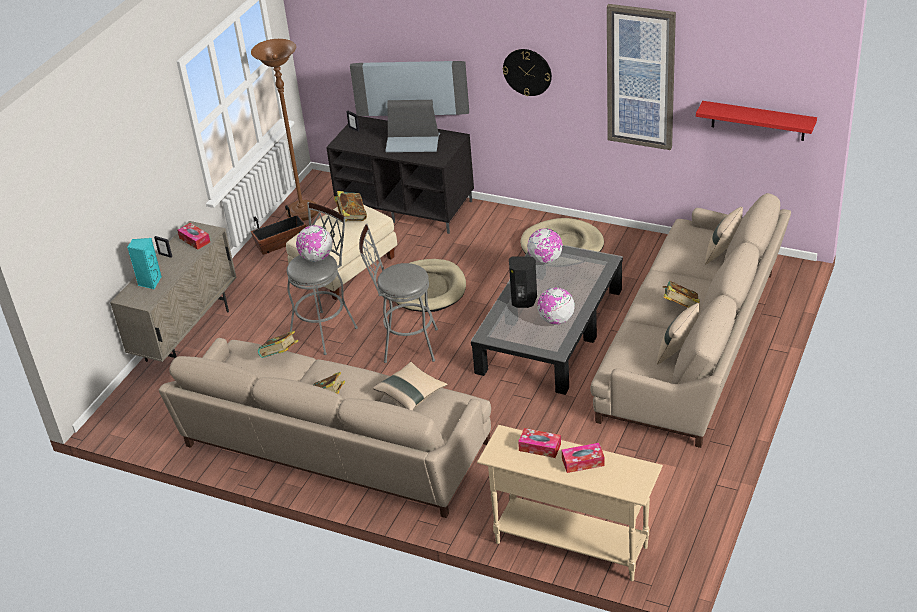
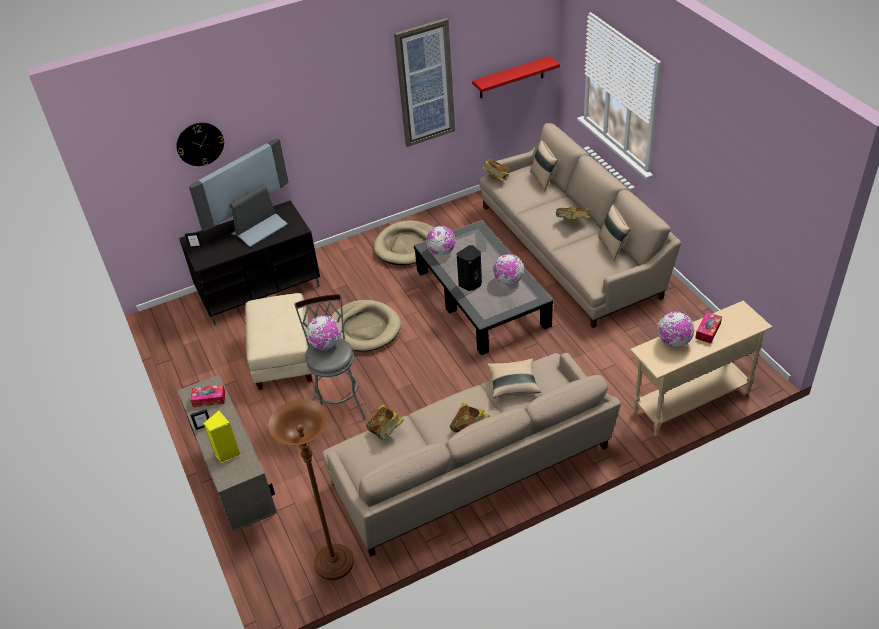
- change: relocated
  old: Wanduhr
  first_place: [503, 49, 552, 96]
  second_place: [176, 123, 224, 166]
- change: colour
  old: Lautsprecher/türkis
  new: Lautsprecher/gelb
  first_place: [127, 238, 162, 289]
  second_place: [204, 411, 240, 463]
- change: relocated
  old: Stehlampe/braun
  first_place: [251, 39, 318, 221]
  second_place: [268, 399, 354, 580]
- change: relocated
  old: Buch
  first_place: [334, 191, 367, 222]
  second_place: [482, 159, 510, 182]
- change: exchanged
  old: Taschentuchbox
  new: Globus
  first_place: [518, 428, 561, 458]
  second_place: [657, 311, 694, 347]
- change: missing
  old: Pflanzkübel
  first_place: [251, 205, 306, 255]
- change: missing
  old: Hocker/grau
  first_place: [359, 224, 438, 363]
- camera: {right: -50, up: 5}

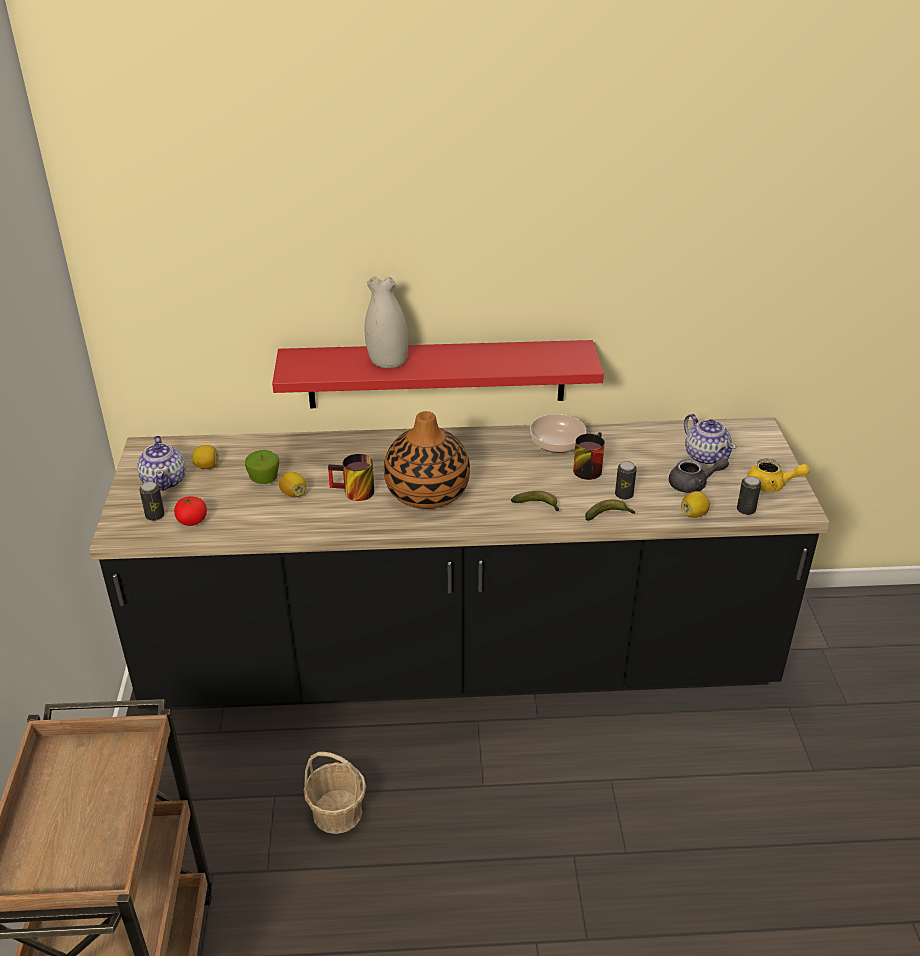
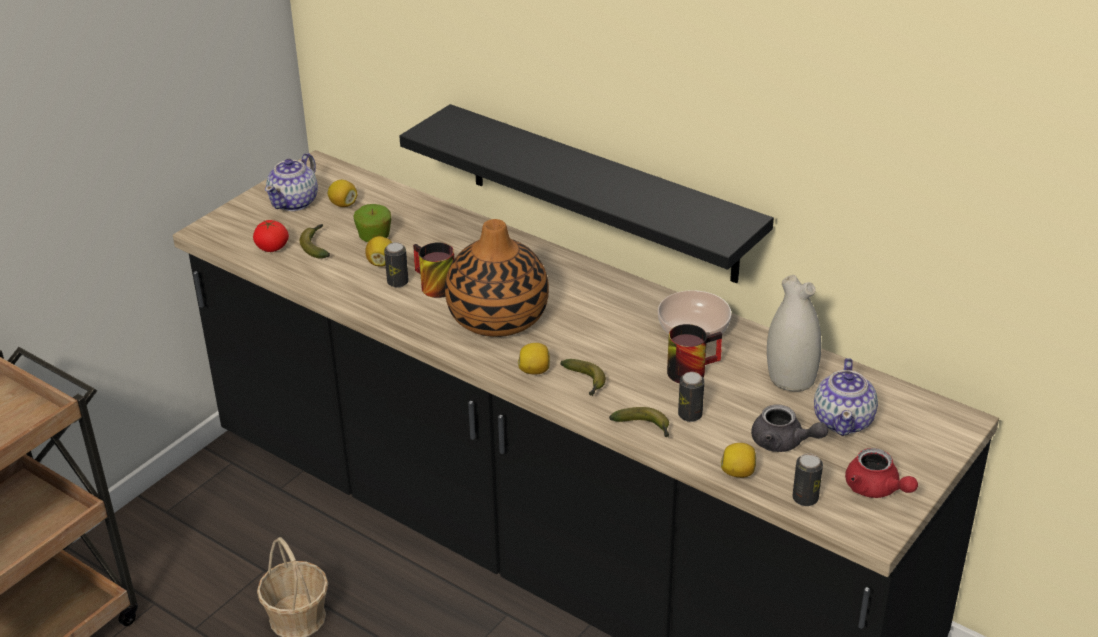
- change: appeared
  new: Banane
  second_place: [300, 224, 330, 259]
- change: relocated
  old: Dose
  first_place: [139, 481, 165, 521]
  second_place: [384, 242, 409, 288]
- change: colour
  old: Wandregal/rot
  new: Wandregal/schwarz
  first_place: [272, 340, 604, 408]
  second_place: [399, 104, 774, 283]
- change: appeared
  new: Zitrone
  second_place: [518, 343, 550, 375]
- change: relocated
  old: Vase/weiß
  first_place: [365, 276, 408, 368]
  second_place: [767, 275, 821, 391]
- change: colour
  old: Teekanne/gelb
  new: Teekanne/rot
  first_place: [747, 458, 810, 492]
  second_place: [845, 448, 918, 498]
- camera: {right: 40, up: 0}

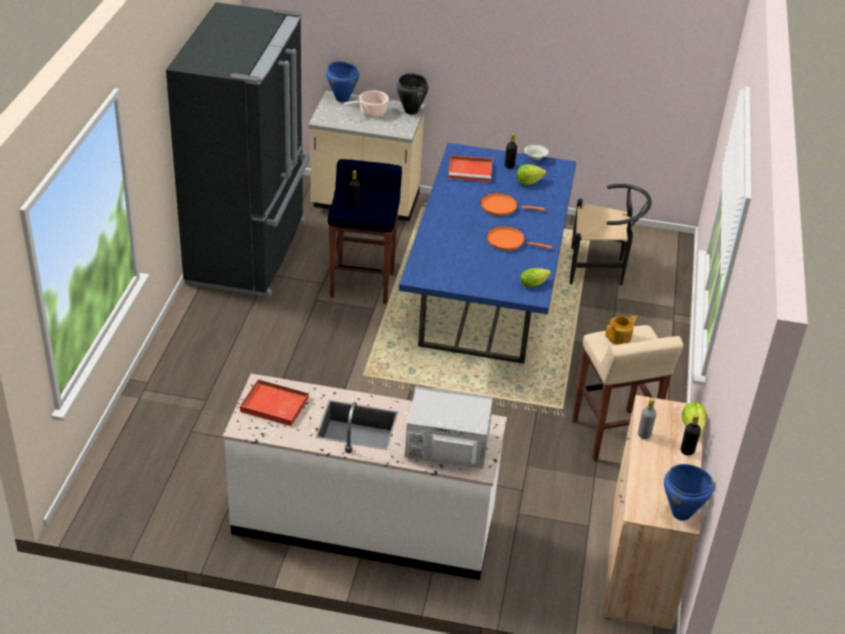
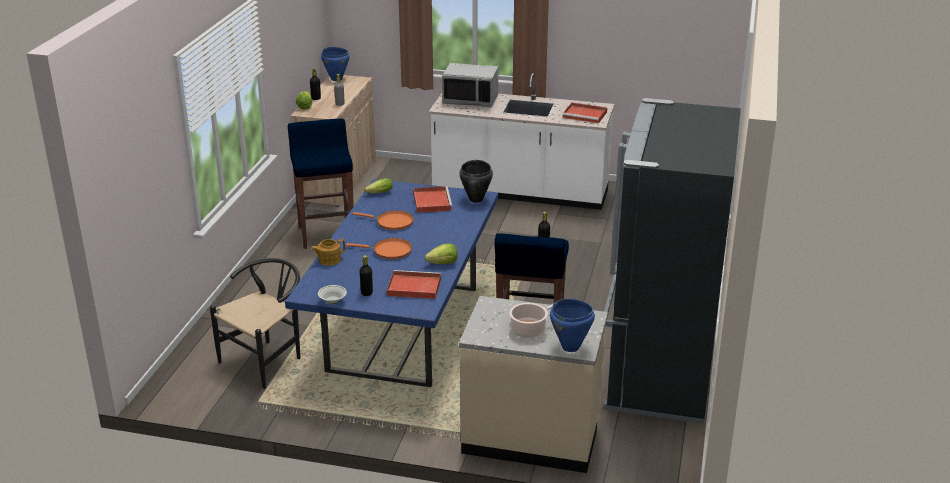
- change: spun
  old: Stuhl/schwarz
  first_place: [570, 184, 652, 286]
  second_place: [210, 258, 301, 389]
  degrees: 120
- change: colour
  old: Hocker/beige
  new: Hocker/blau
  first_place: [572, 325, 684, 461]
  second_place: [288, 119, 354, 249]
- change: relocated
  old: Teekanne
  first_place: [605, 315, 638, 345]
  second_place: [311, 239, 345, 266]
- change: appeared
  new: Tablett/rot
  second_place: [413, 186, 453, 213]
- change: relocated
  old: Salatkopf
  first_place: [517, 165, 546, 185]
  second_place: [425, 243, 458, 264]
- change: relocated
  old: Kochtopf/schwarz
  first_place: [396, 73, 429, 115]
  second_place: [459, 160, 493, 203]
- camera: {right: -175, up: -10}

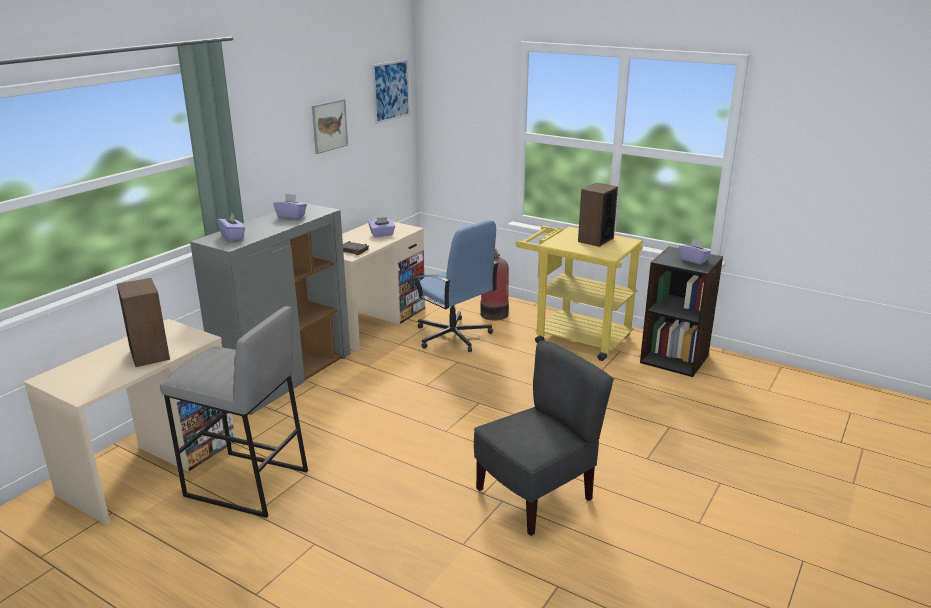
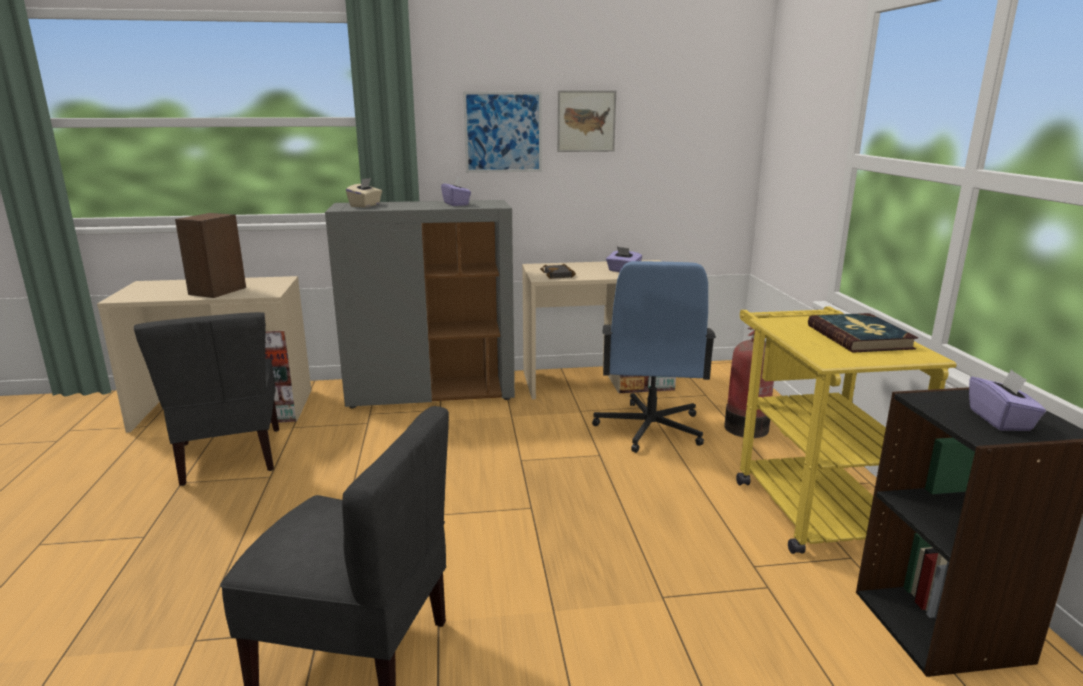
- change: exchanged
  old: Hocker/grau
  new: Stuhl/grau
  first_place: [160, 306, 308, 518]
  second_place: [134, 312, 279, 486]
- change: colour
  old: Taschentuchbox/lila
  new: Taschentuchbox/beige
  first_place: [217, 212, 245, 241]
  second_place: [346, 178, 382, 208]
- change: relocated
  old: Bild
  first_place: [372, 59, 410, 124]
  second_place: [463, 92, 542, 173]
- change: exchanged
  old: Lautsprecher
  new: Buch
  first_place: [578, 183, 618, 247]
  second_place: [808, 313, 918, 353]
- camera: {right: 50, up: -5}

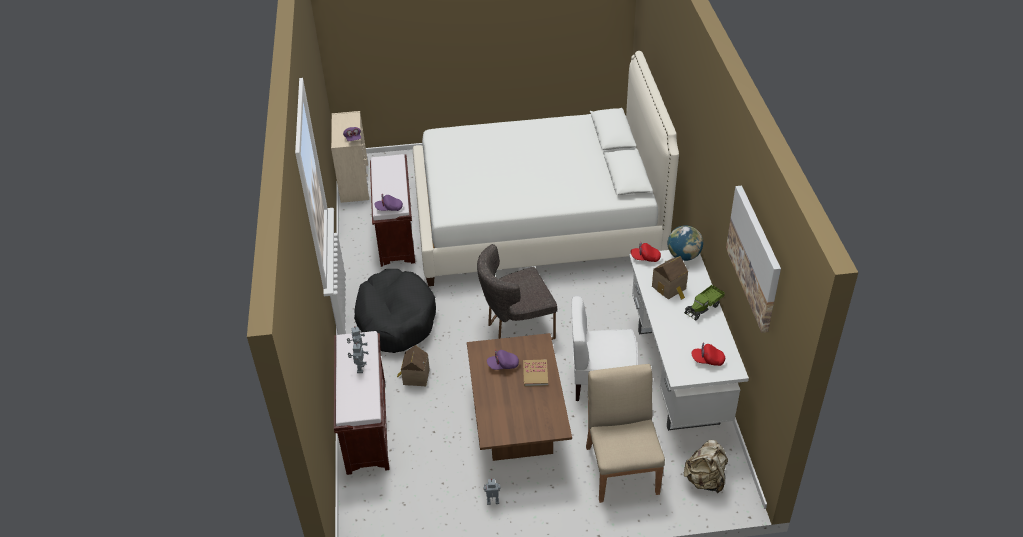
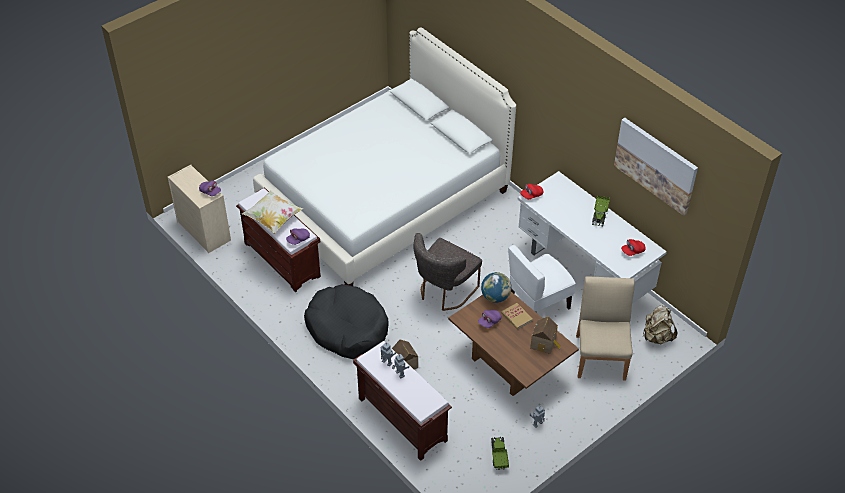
- change: appeared
  new: Kissen
  second_place: [242, 190, 303, 234]
- change: relocated
  old: Globus
  first_place: [668, 225, 703, 261]
  second_place: [481, 272, 512, 303]
- change: appeared
  new: Spielzeuglaster
  second_place: [491, 437, 509, 470]
- change: relocated
  old: Spielzeughaus
  first_place: [652, 256, 688, 300]
  second_place: [530, 316, 561, 354]
- change: spun
  old: Stuhl/beige
  first_place: [586, 364, 665, 503]
  second_place: [576, 277, 635, 381]
  degrees: 45
- camera: {right: -35, up: 5}

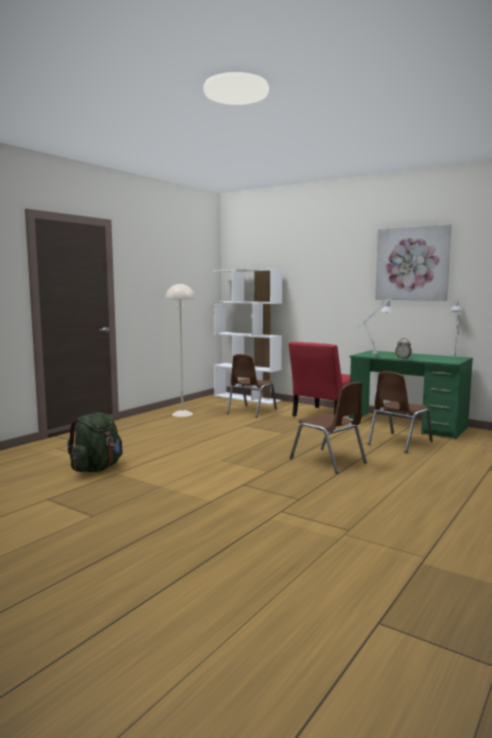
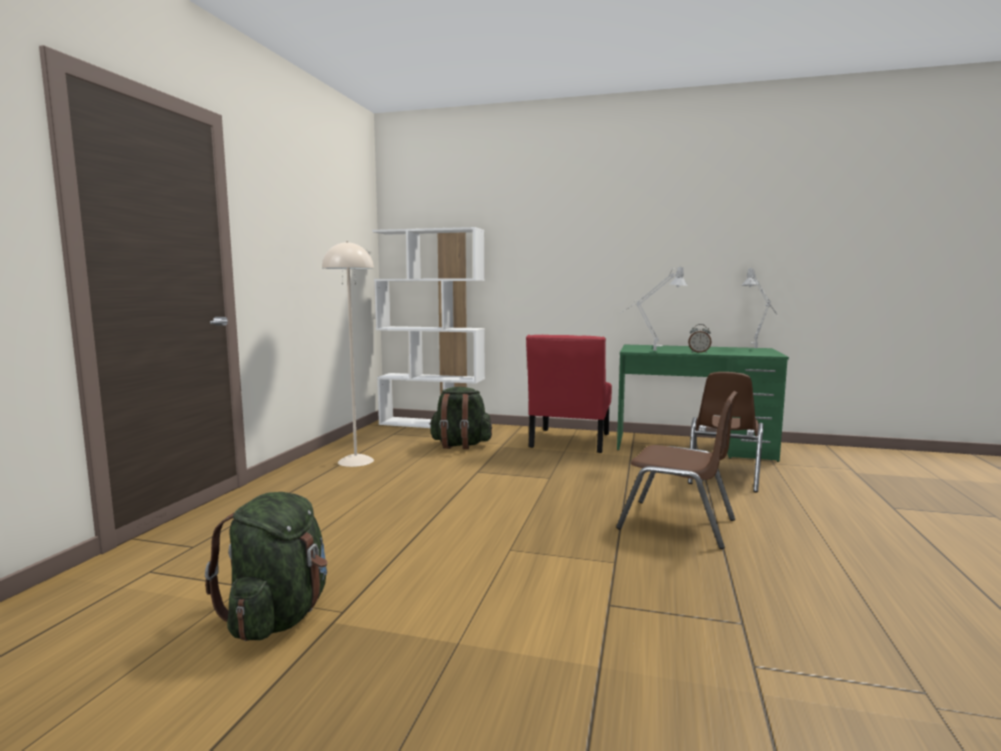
- change: exchanged
  old: Stuhl/braun
  new: Rucksack/grün
  first_place: [227, 354, 277, 418]
  second_place: [429, 387, 492, 449]
- change: missing
  old: Bild
  first_place: [375, 224, 452, 301]
- camera: {right: -20, up: 0}

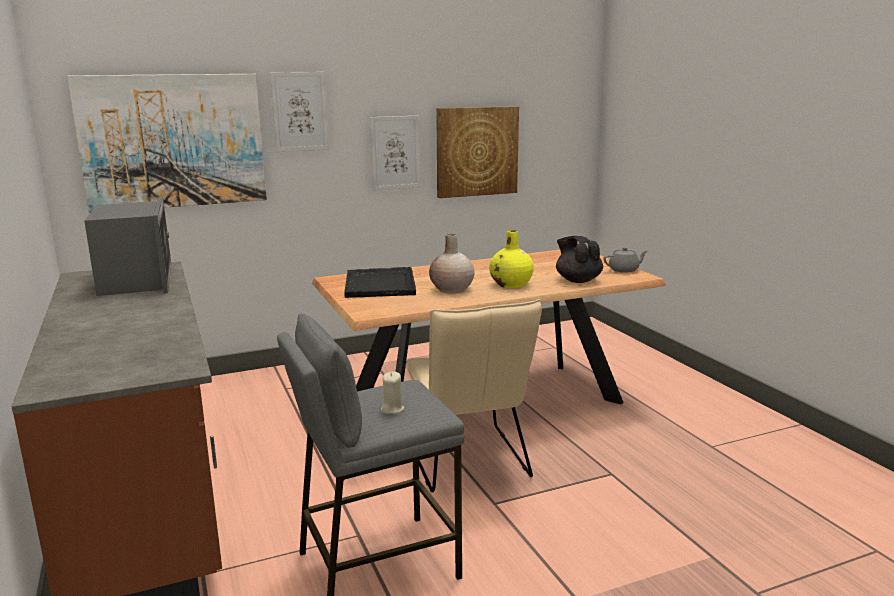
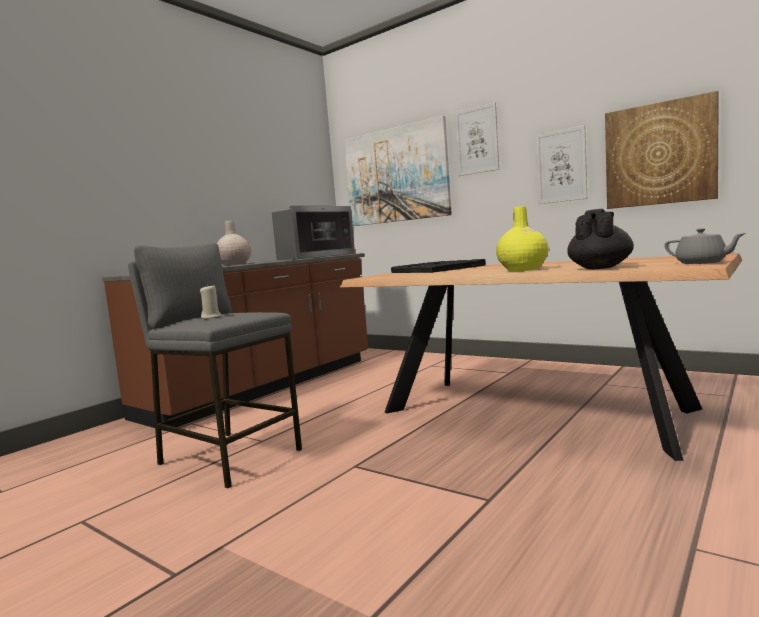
- change: relocated
  old: Vase/beige
  first_place: [429, 234, 474, 293]
  second_place: [217, 220, 251, 265]
- change: missing
  old: Stuhl/beige
  first_place: [407, 299, 543, 492]
- camera: {right: 60, up: -10}

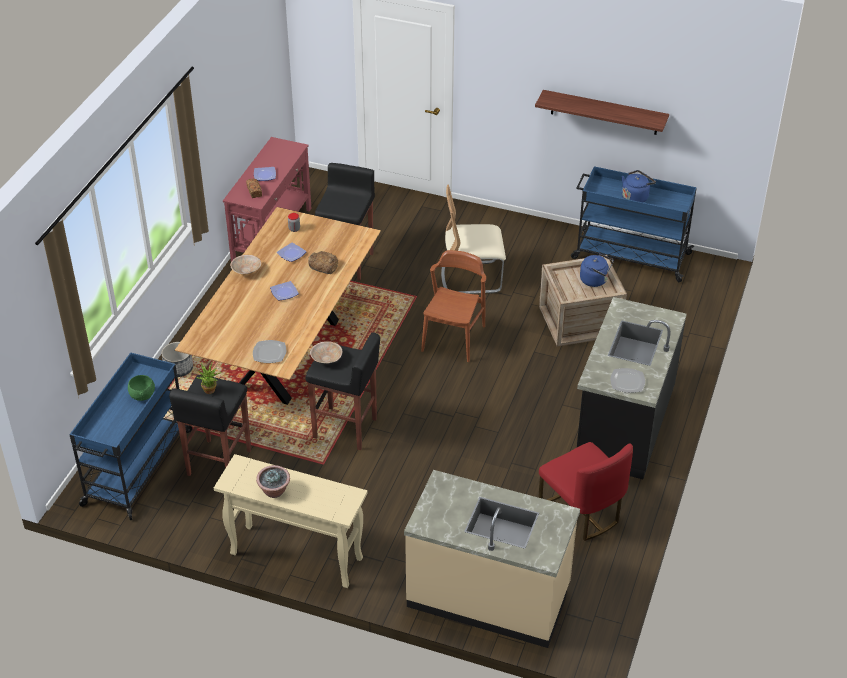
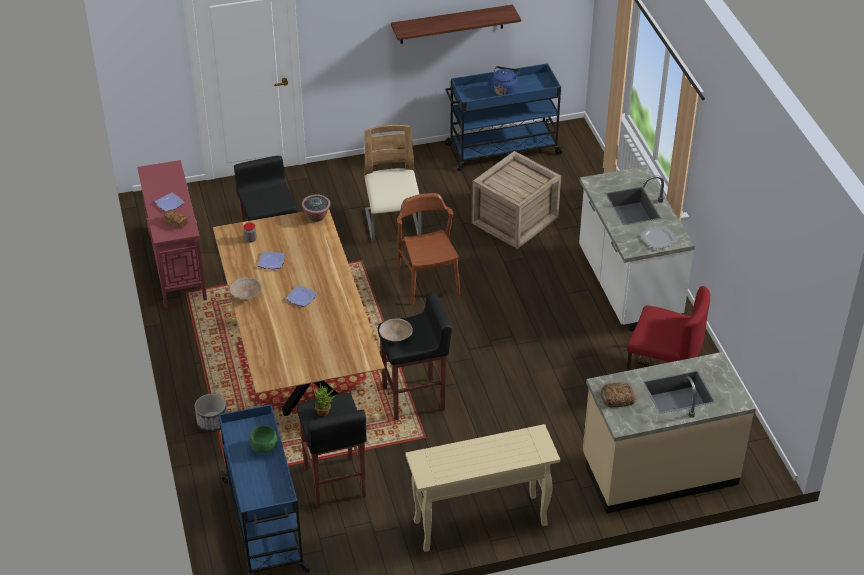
- change: relocated
  old: Topfpflanze
  first_place: [256, 465, 290, 498]
  second_place: [302, 194, 331, 222]
- change: spun
  old: Stuhl/beige
  first_place: [441, 185, 506, 294]
  second_place: [364, 125, 421, 241]
  degrees: 120
- change: colour
  old: Küchenzeile/schwarz
  new: Küchenzeile/weiß
  first_place: [577, 297, 687, 479]
  second_place: [579, 166, 695, 332]
- change: relocated
  old: Brot
  first_place: [308, 251, 338, 274]
  second_place: [601, 382, 636, 408]
- change: missing
  old: Teller
  first_place: [253, 340, 286, 363]
- change: missing
  old: Wasserkessel/blau
  first_place: [580, 253, 614, 287]
- camera: {right: -35, up: 0}

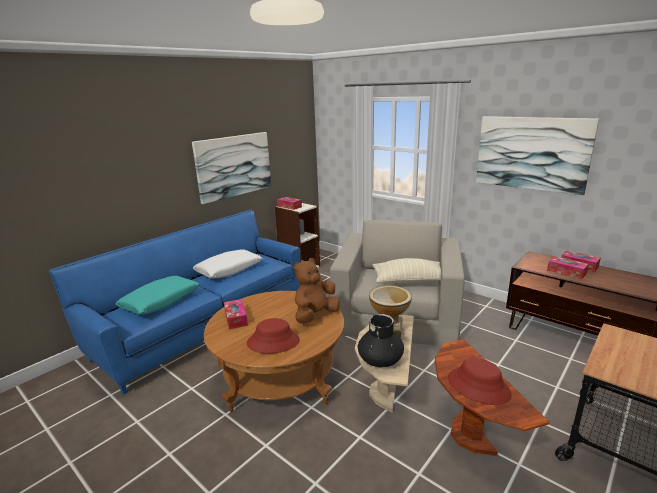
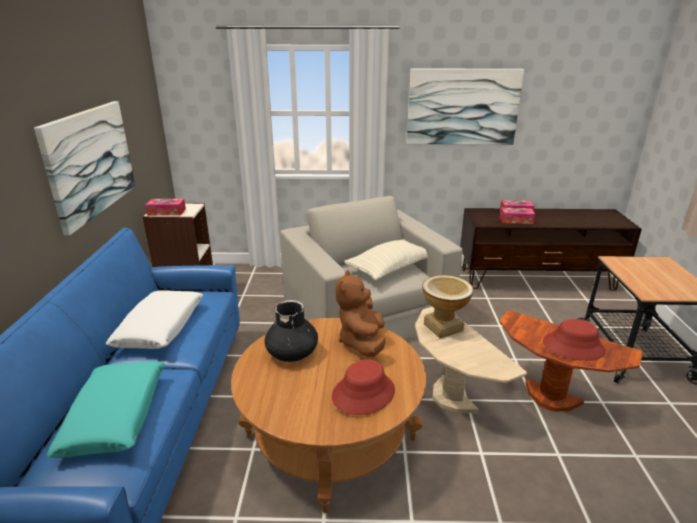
- change: relocated
  old: Vase/schwarz
  first_place: [358, 314, 404, 367]
  second_place: [265, 300, 318, 362]
- change: missing
  old: Taschentuchbox
  first_place: [224, 299, 248, 329]
- camera: {right: -40, up: 5}

